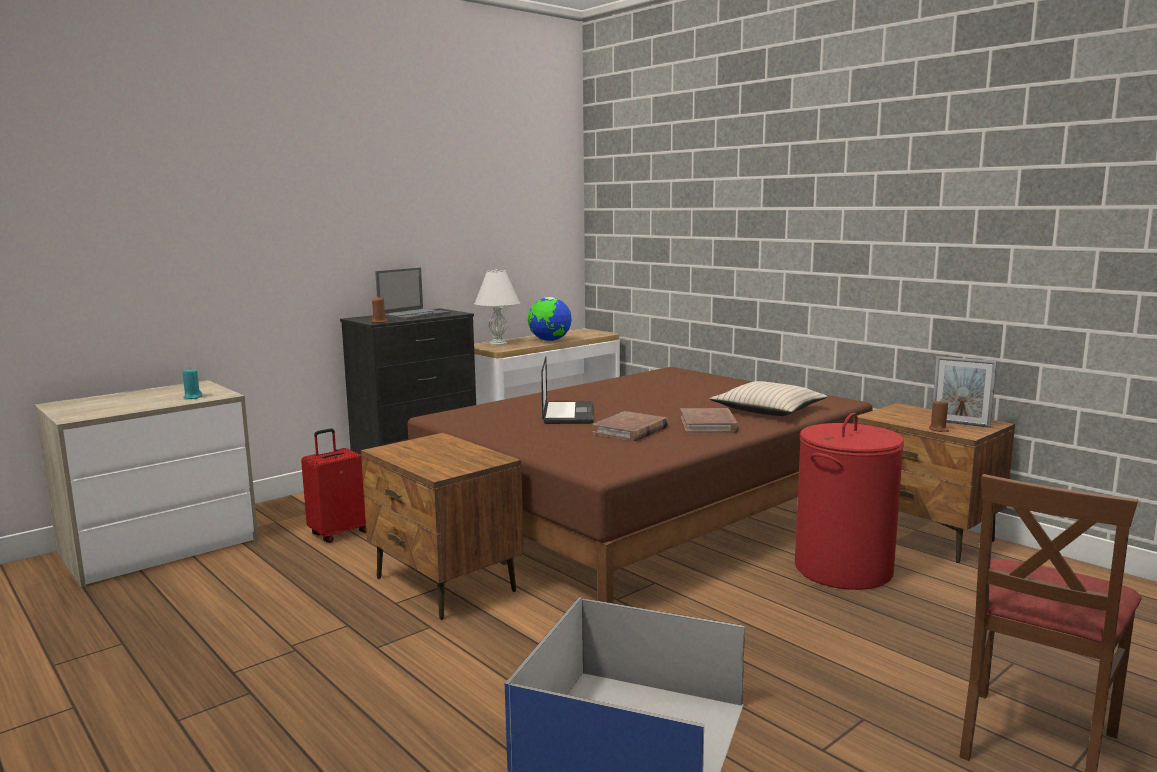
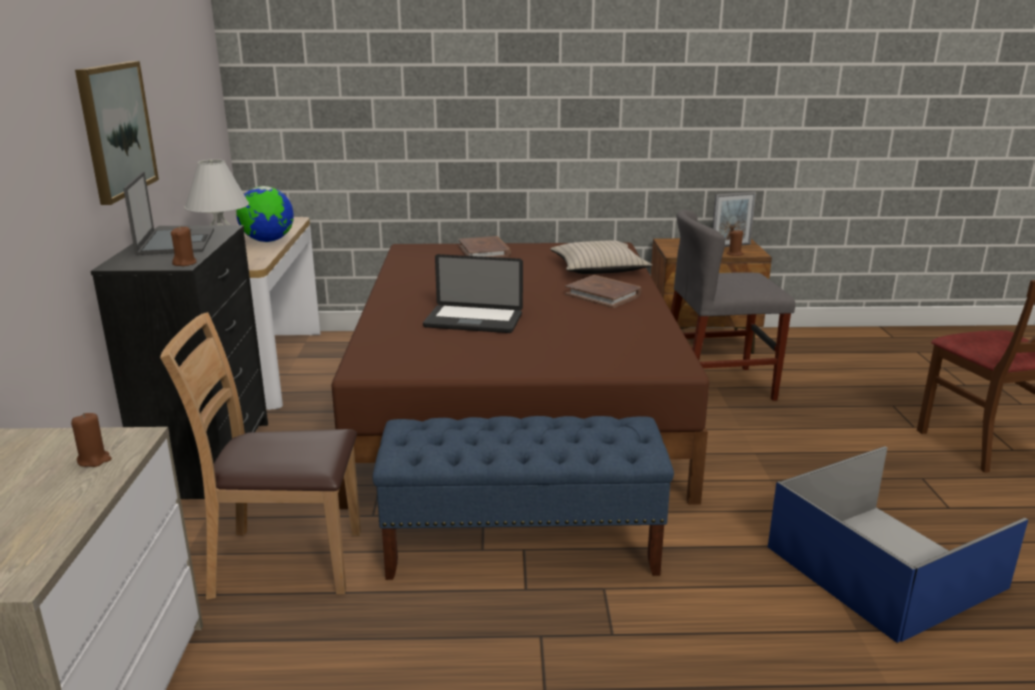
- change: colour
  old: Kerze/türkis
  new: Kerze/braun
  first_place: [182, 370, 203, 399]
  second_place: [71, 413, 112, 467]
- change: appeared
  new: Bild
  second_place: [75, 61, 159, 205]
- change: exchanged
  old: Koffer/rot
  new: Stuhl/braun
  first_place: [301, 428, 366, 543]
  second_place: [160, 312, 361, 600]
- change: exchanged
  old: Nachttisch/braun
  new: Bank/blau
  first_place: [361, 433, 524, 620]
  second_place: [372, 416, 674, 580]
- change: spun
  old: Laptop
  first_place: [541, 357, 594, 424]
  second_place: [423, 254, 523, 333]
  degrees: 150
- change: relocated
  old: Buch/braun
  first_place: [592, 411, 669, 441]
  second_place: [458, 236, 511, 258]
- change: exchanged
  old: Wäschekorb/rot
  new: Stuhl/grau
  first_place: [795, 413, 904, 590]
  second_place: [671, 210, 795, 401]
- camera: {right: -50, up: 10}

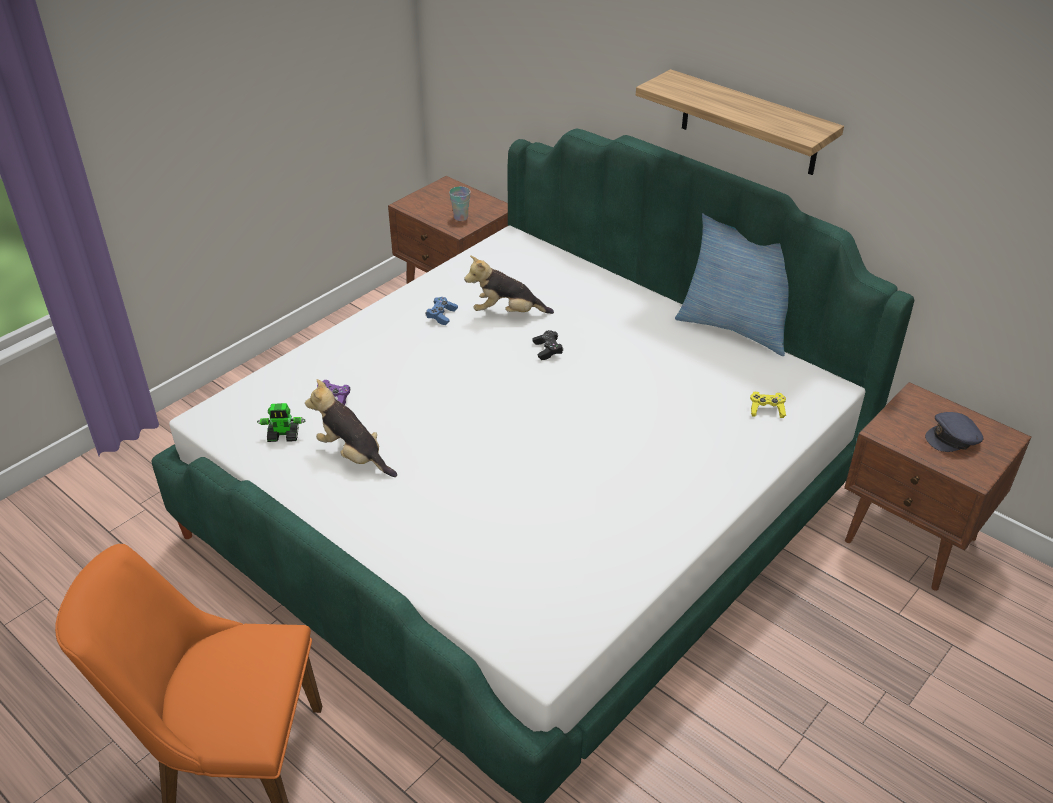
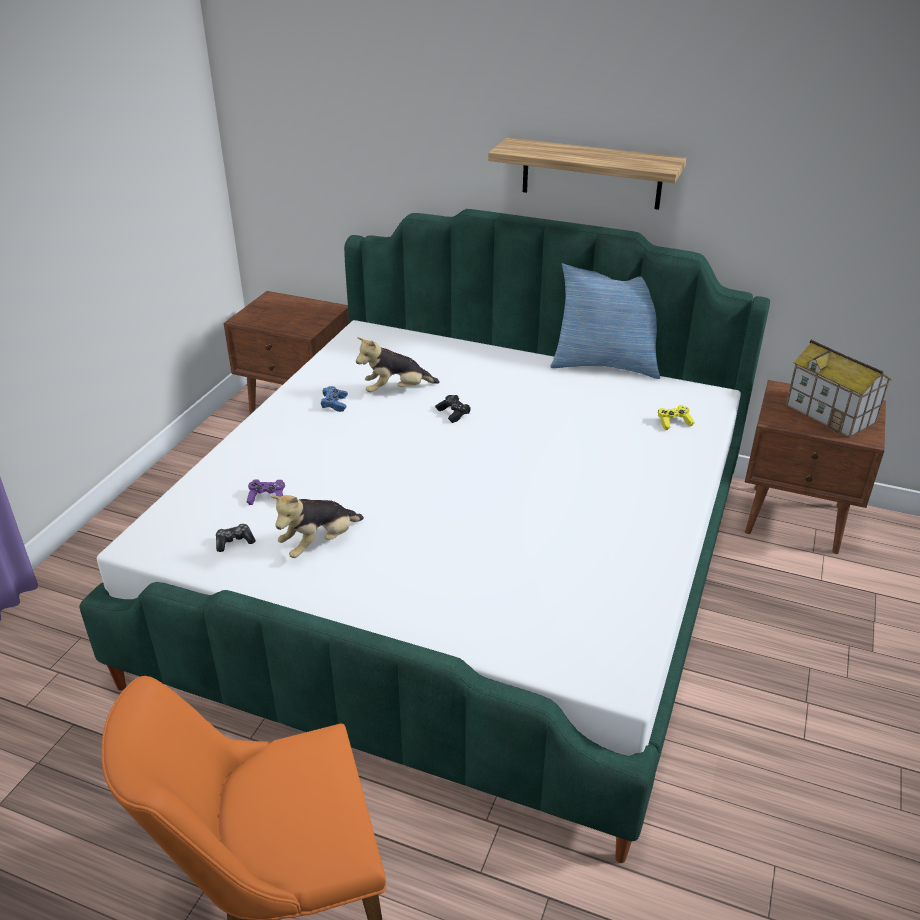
- change: exchanged
  old: Spielzeugroboter
  new: Gamepad
  first_place: [257, 403, 305, 442]
  second_place: [216, 524, 256, 552]
- change: spun
  old: Plüschtier
  first_place: [305, 379, 397, 477]
  second_place: [271, 495, 364, 558]
  degrees: -60
- change: exchanged
  old: Kappe/grau
  new: Spielzeughaus
  first_place: [925, 412, 983, 452]
  second_place: [786, 340, 892, 438]
- change: missing
  old: Tasse
  first_place: [449, 187, 470, 221]
- camera: {right: -20, up: -5}

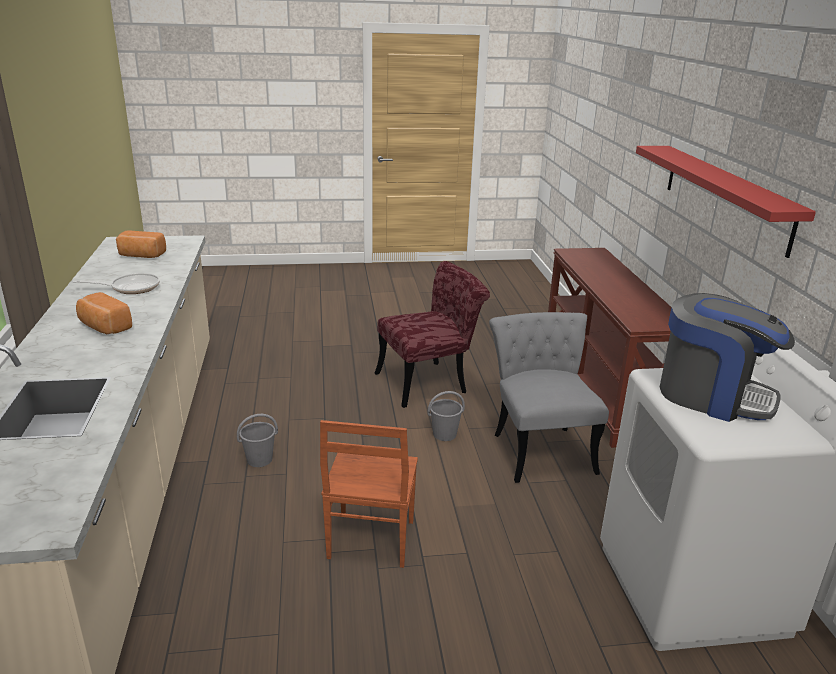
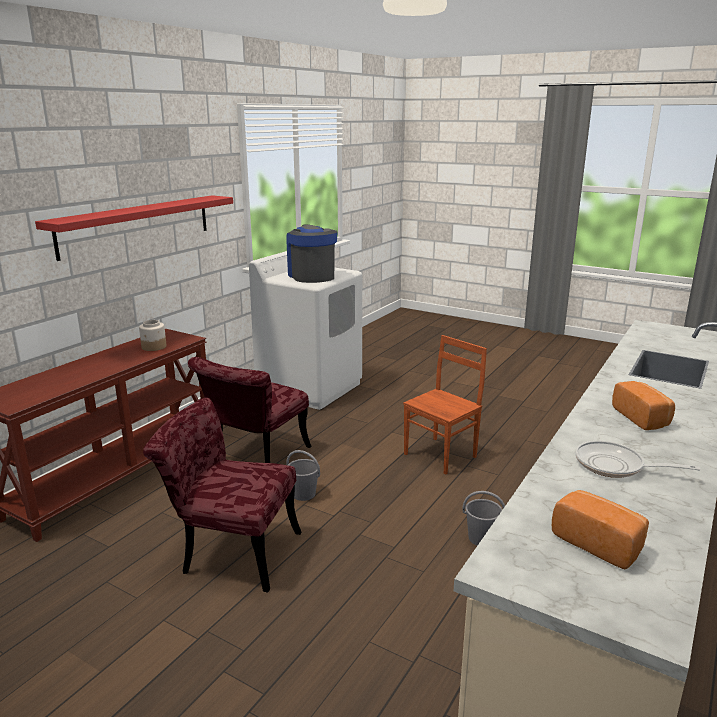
- change: appeared
  new: Vorratsglas
  second_place: [139, 320, 166, 351]
- change: colour
  old: Stuhl/grau
  new: Stuhl/rot
  first_place: [489, 312, 609, 483]
  second_place: [188, 357, 312, 463]
- camera: {right: -140, up: -5}

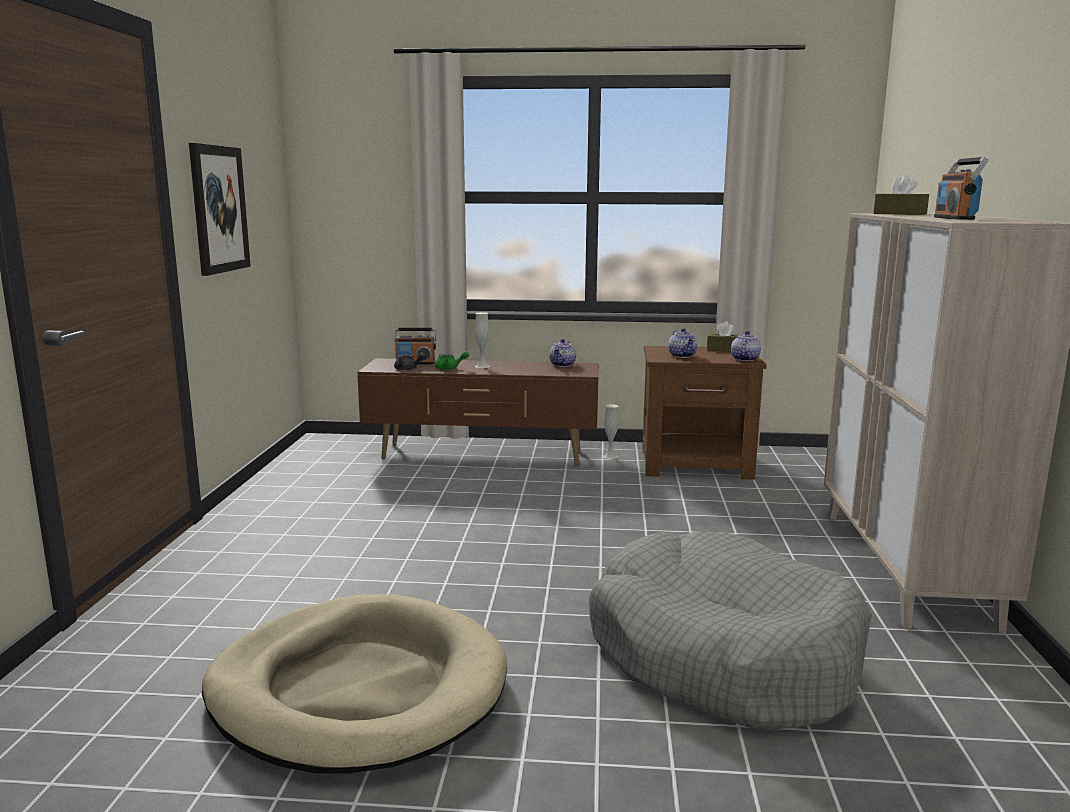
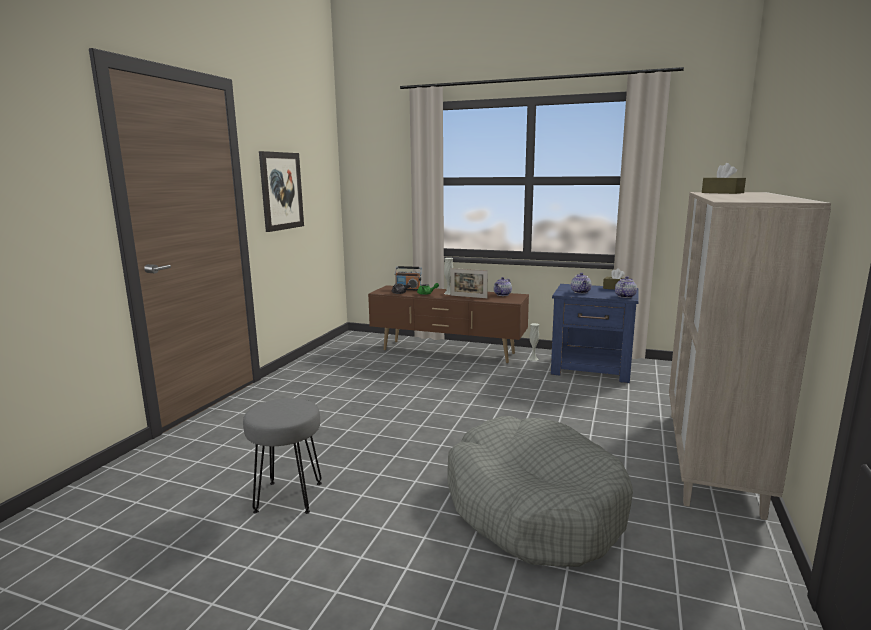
- change: exchanged
  old: Hundebett/beige
  new: Hocker/grau
  first_place: [202, 594, 507, 774]
  second_place: [243, 398, 322, 514]
- change: appeared
  new: Bilderrahmen
  second_place: [450, 268, 488, 298]
- change: colour
  old: Nachttisch/braun
  new: Nachttisch/blau
  first_place: [642, 346, 767, 480]
  second_place: [551, 284, 639, 383]
- change: missing
  old: Radio
  first_place: [934, 157, 989, 220]
- camera: {right: 15, up: 0}

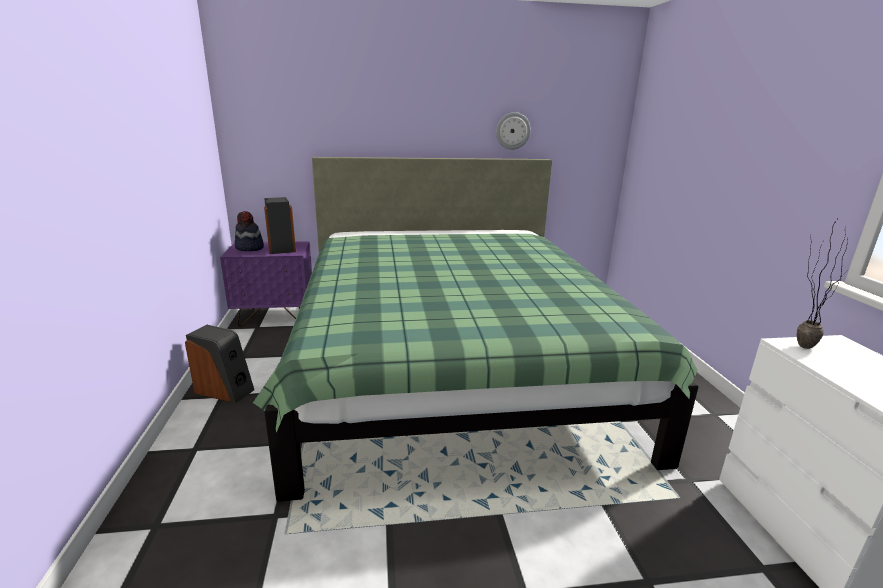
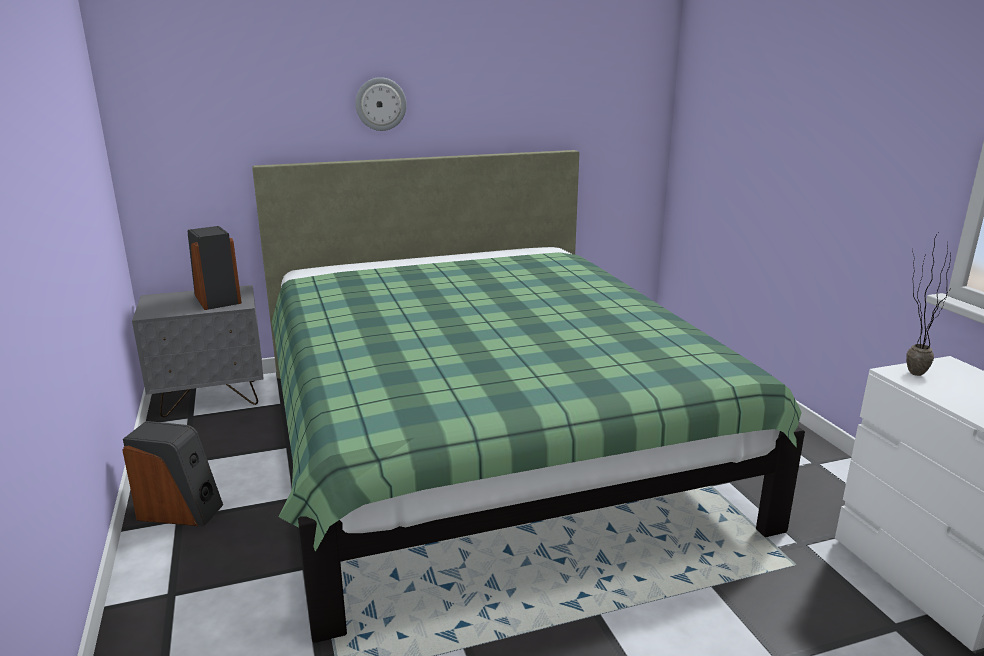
- change: colour
  old: Nachttisch/lila
  new: Nachttisch/grau
  first_place: [220, 241, 312, 326]
  second_place: [132, 285, 264, 417]
- change: relocated
  old: Wanduhr
  first_place: [496, 112, 531, 150]
  second_place: [355, 77, 407, 131]
- change: missing
  old: Hut
  first_place: [235, 211, 264, 251]
- camera: {right: -10, up: 0}

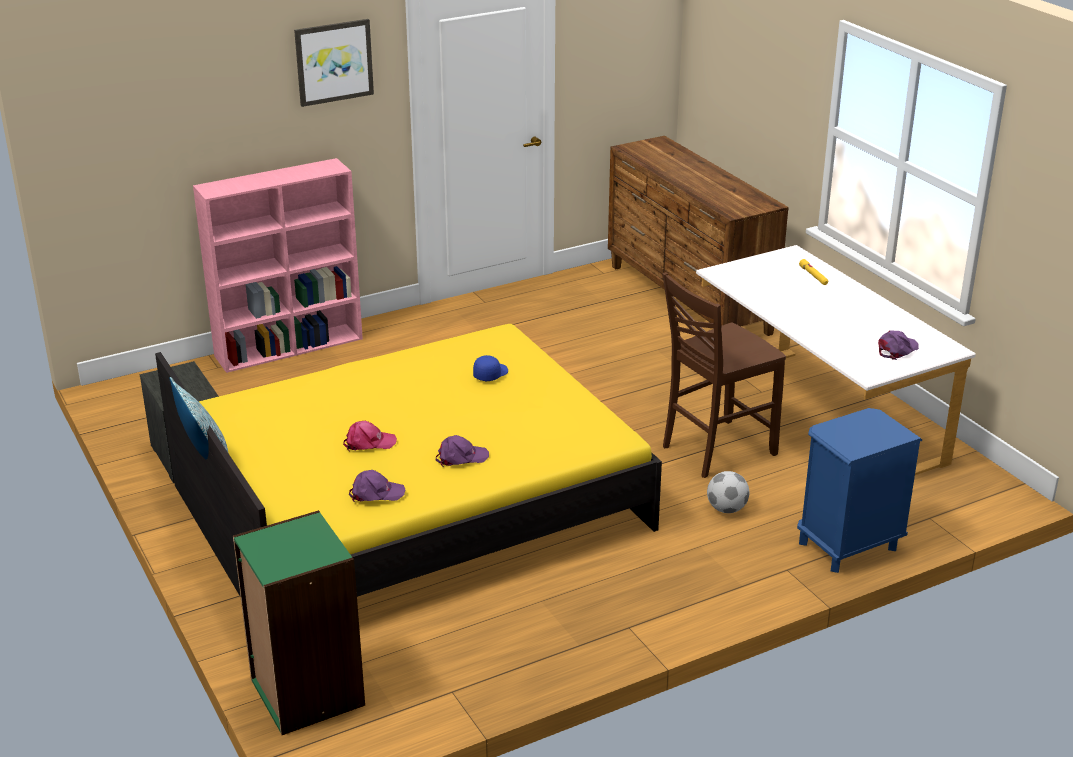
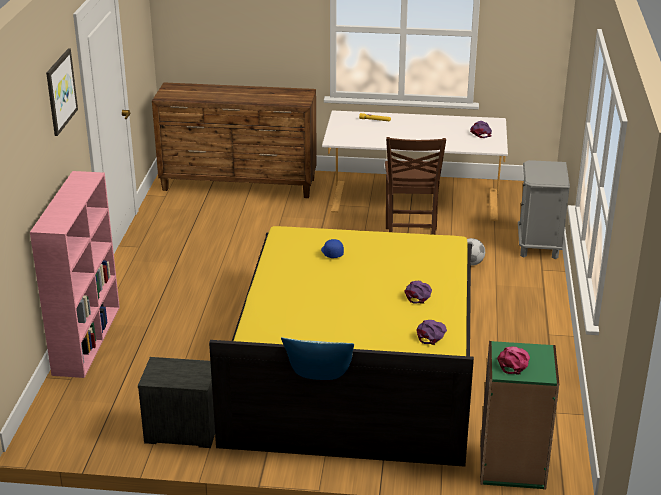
- change: relocated
  old: Kappe/rosa
  first_place: [343, 421, 397, 451]
  second_place: [497, 347, 530, 374]
- change: colour
  old: Nachttisch/blau
  new: Nachttisch/grau
  first_place: [797, 408, 922, 573]
  second_place: [518, 160, 570, 259]
- camera: {right: -55, up: 0}

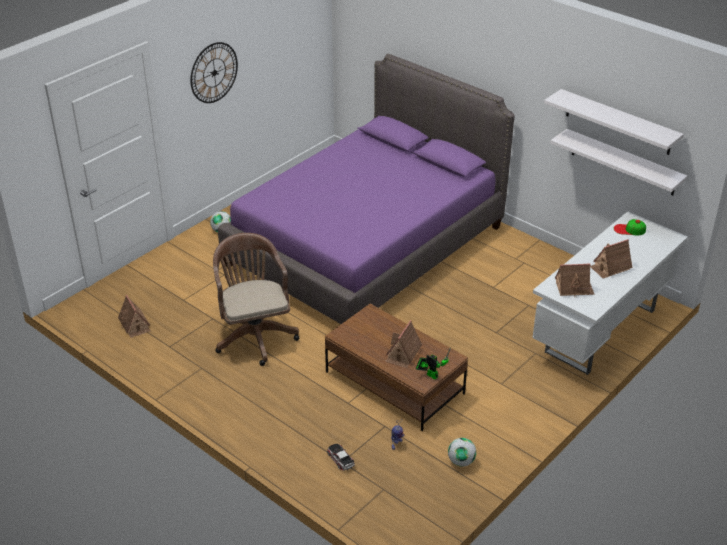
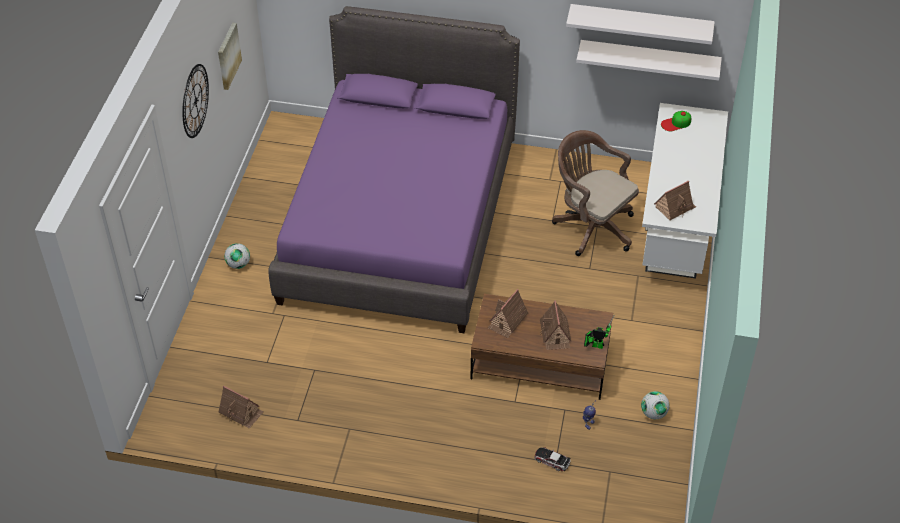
- change: appeared
  new: Bild
  second_place: [218, 23, 242, 90]
- change: relocated
  old: Spielzeughaus
  first_place: [590, 239, 632, 279]
  second_place: [488, 289, 528, 338]
- change: relocated
  old: Bürostuhl/braun
  first_place: [213, 233, 299, 366]
  second_place: [552, 130, 639, 256]
- camera: {right: -30, up: 10}

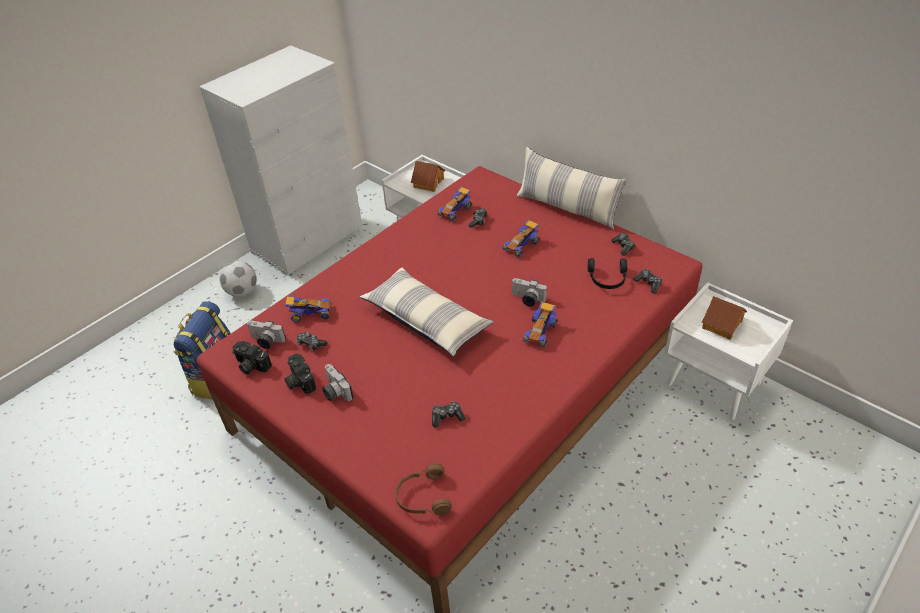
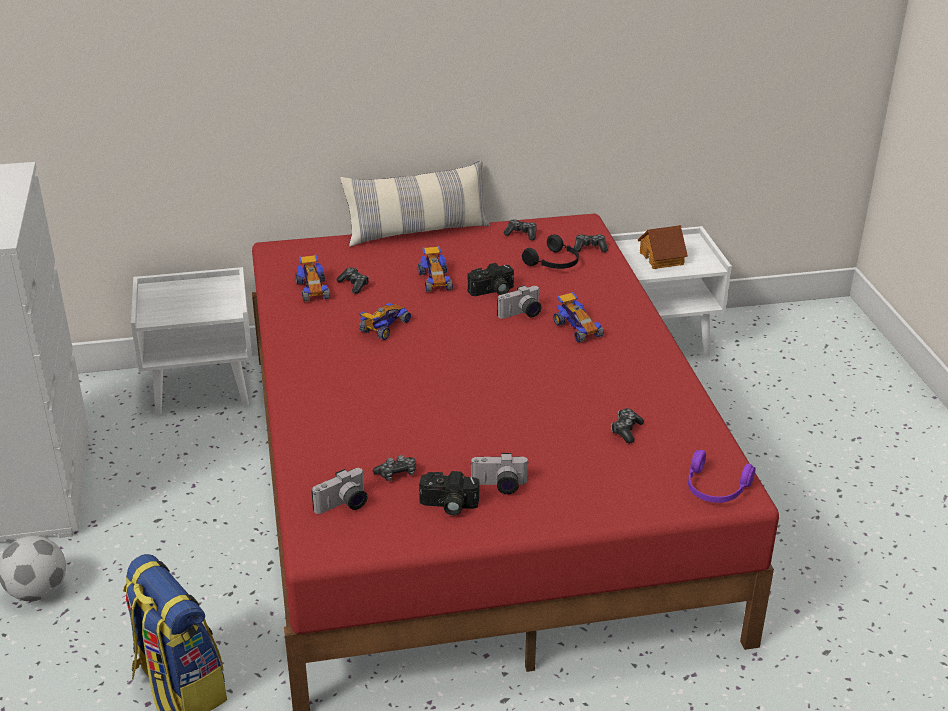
- change: relocated
  old: Spielzeugauto
  first_place: [285, 295, 331, 322]
  second_place: [359, 303, 411, 340]
- change: relocated
  old: Kamera
  first_place: [232, 341, 272, 374]
  second_place: [467, 263, 514, 296]
- change: colour
  old: Kopfhörer/braun
  new: Kopfhörer/lila
  first_place: [395, 463, 452, 515]
  second_place: [688, 450, 755, 503]
- change: missing
  old: Kissen
  first_place: [360, 268, 493, 356]
- change: missing
  old: Spielzeughaus
  first_place: [411, 161, 445, 192]
- camera: {right: -55, up: -10}

